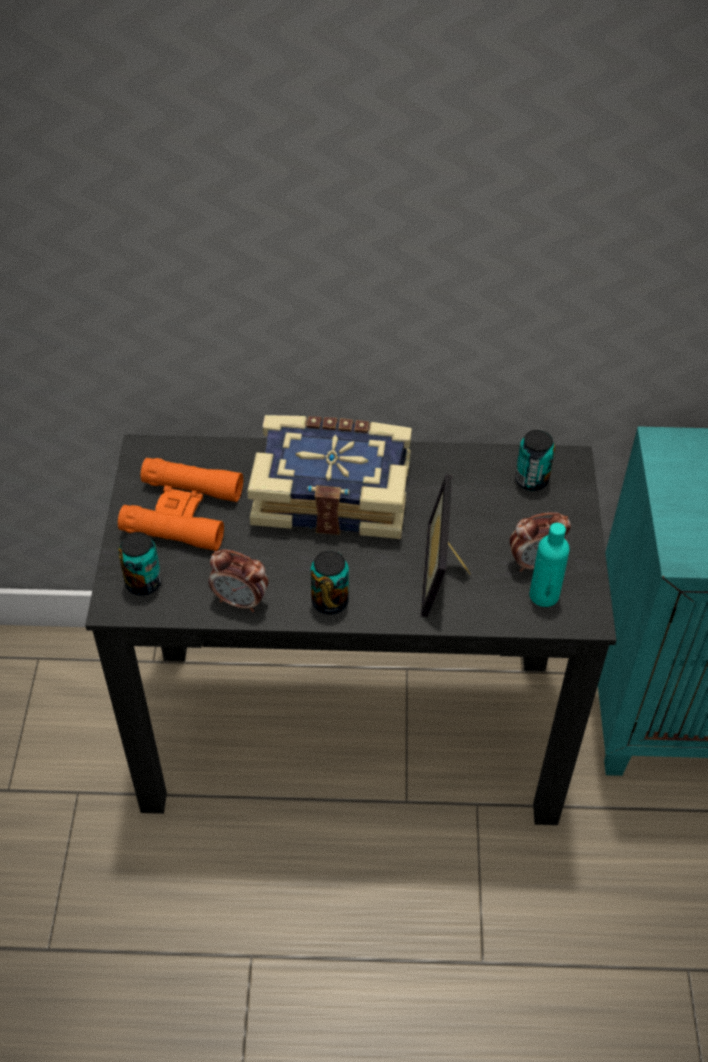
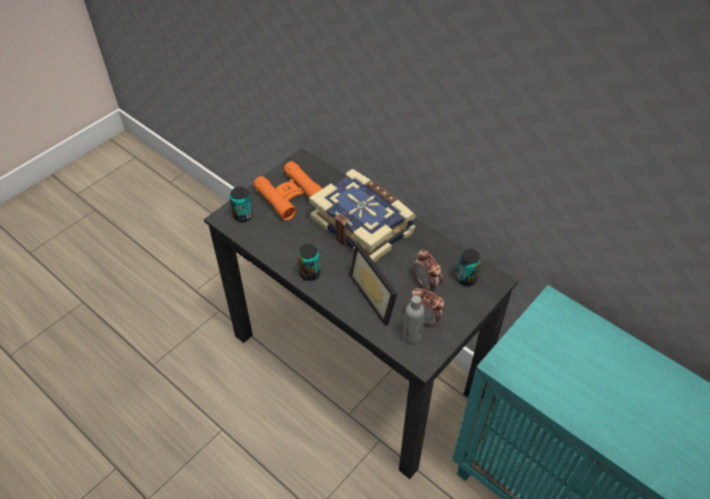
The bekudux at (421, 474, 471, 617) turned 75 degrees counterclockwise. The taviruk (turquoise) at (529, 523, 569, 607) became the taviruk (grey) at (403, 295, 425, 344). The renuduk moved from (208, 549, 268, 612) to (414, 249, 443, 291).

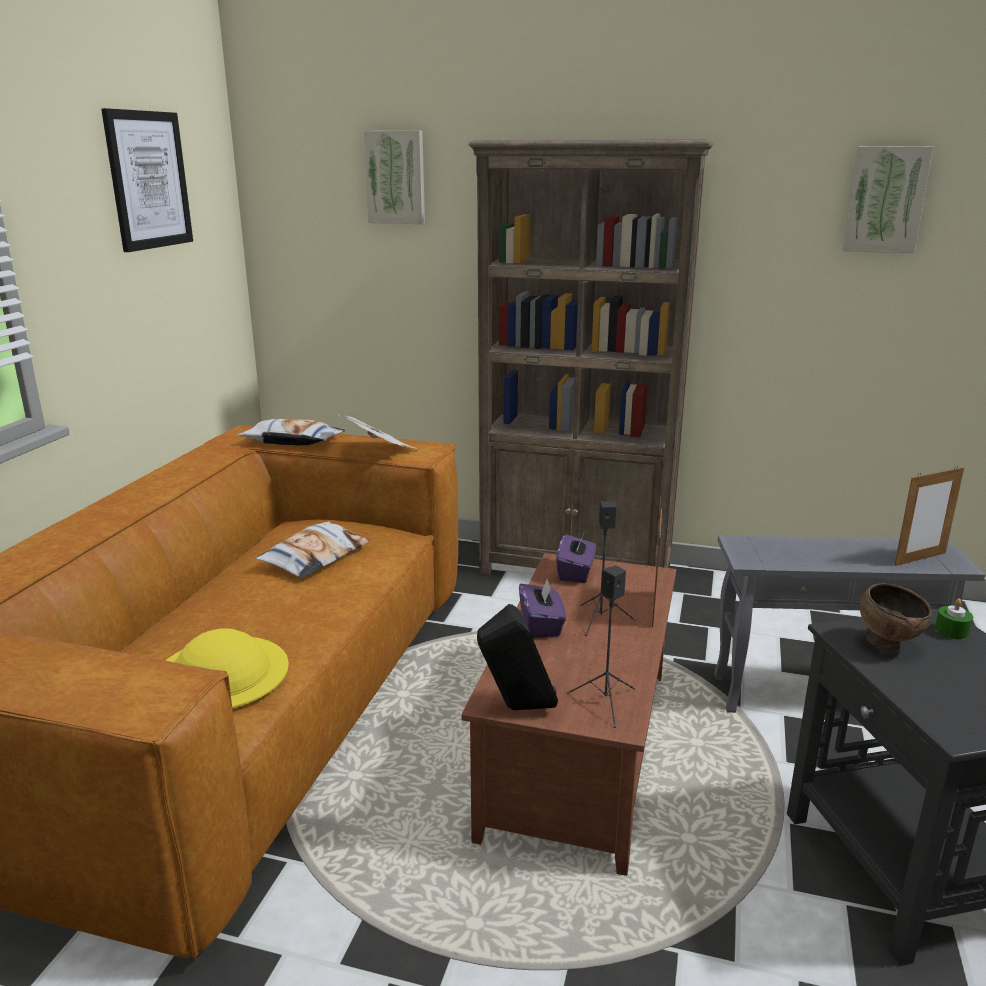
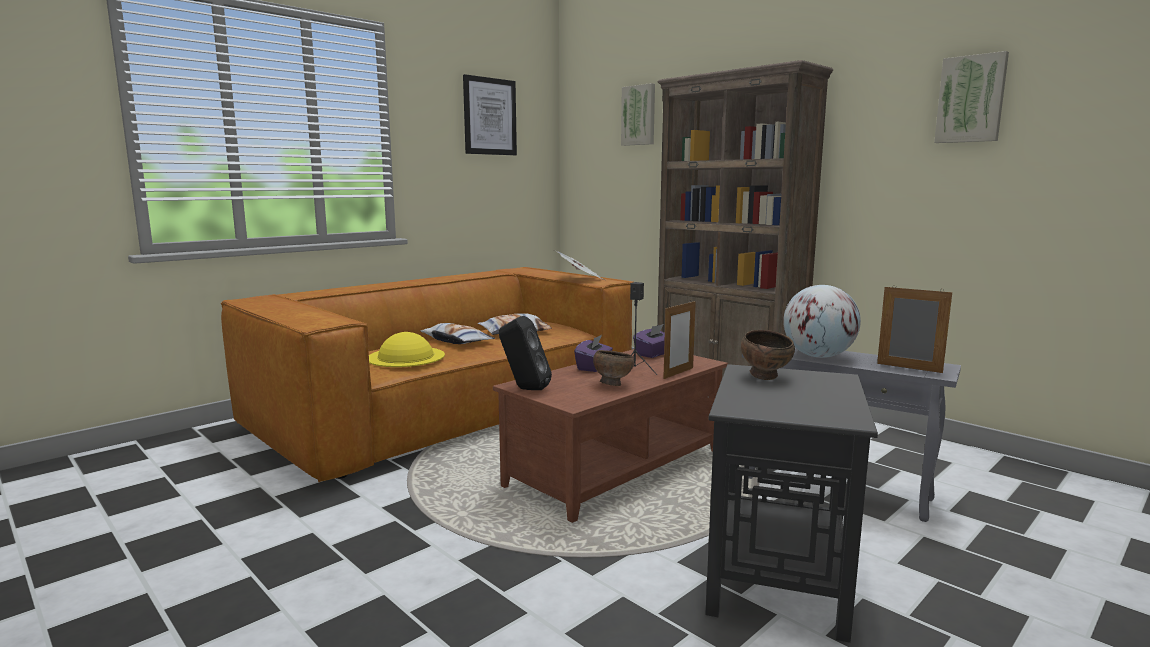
The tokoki moved from (238, 419, 345, 446) to (420, 323, 495, 344). The bekudux at (894, 465, 964, 566) turned 150 degrees counterclockwise. The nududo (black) at (567, 565, 635, 728) disappeared. The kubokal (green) at (935, 599, 973, 640) disappeared. The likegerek at (783, 285, 861, 358) appeared. The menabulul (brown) at (593, 350, 634, 386) appeared.

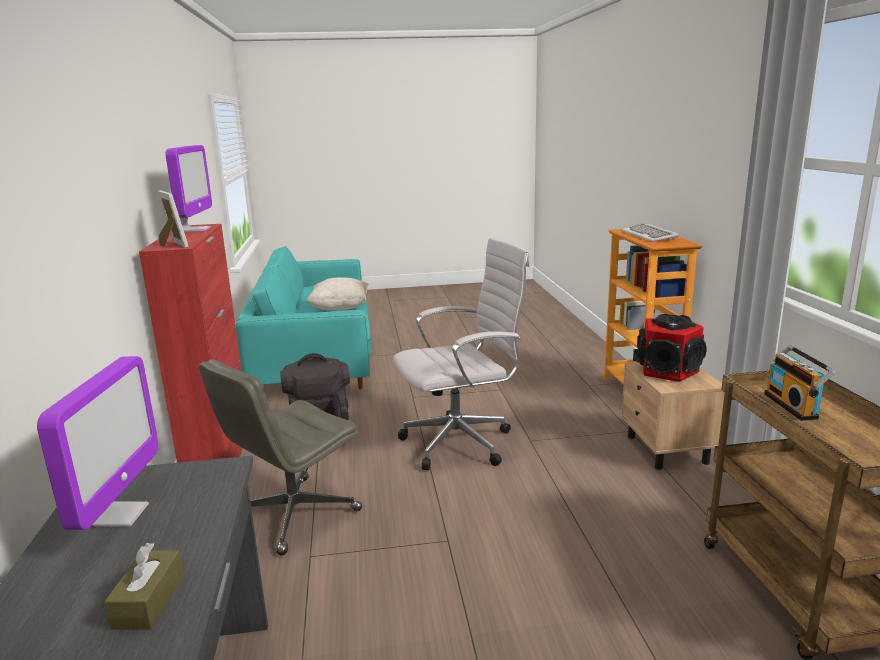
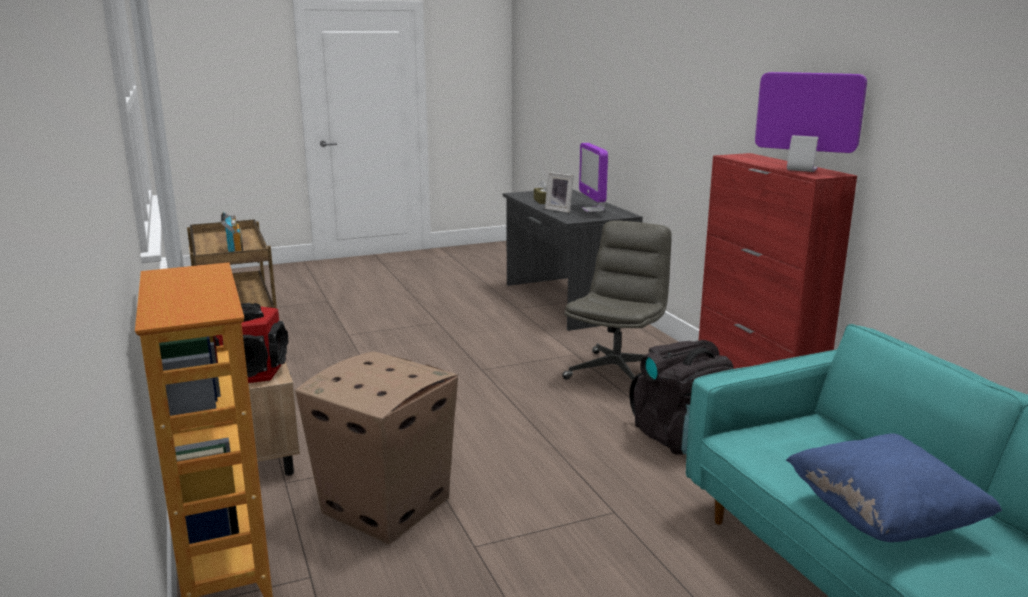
The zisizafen at (166, 145, 212, 232) turned 135 degrees clockwise. The bekudux moved from (157, 190, 188, 248) to (545, 172, 574, 213). The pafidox at (622, 223, 679, 242) disappeared. The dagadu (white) at (393, 238, 530, 470) disappeared. The tokoki (beige) at (307, 277, 369, 310) became the tokoki (blue) at (786, 433, 1002, 542). The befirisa at (295, 351, 458, 544) appeared.

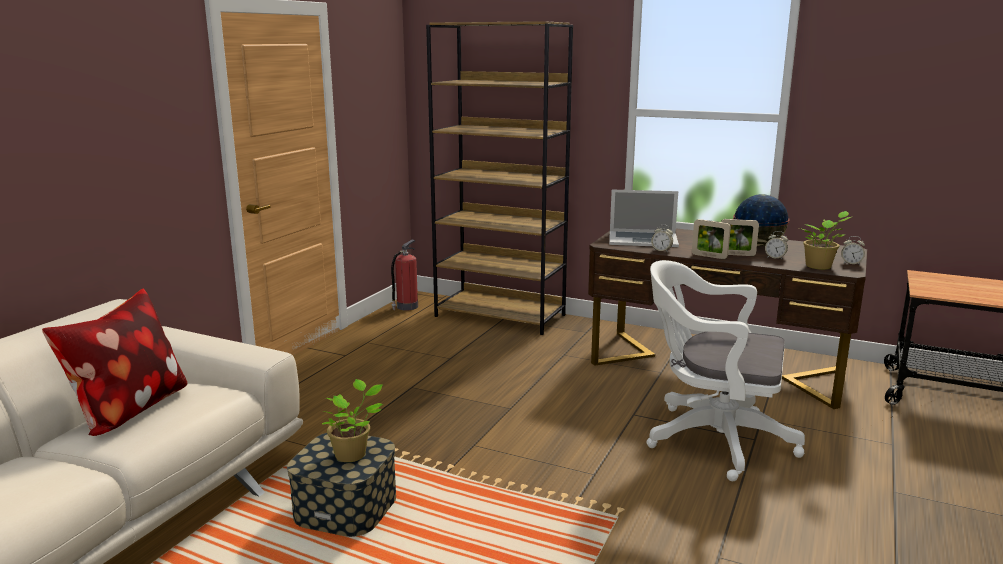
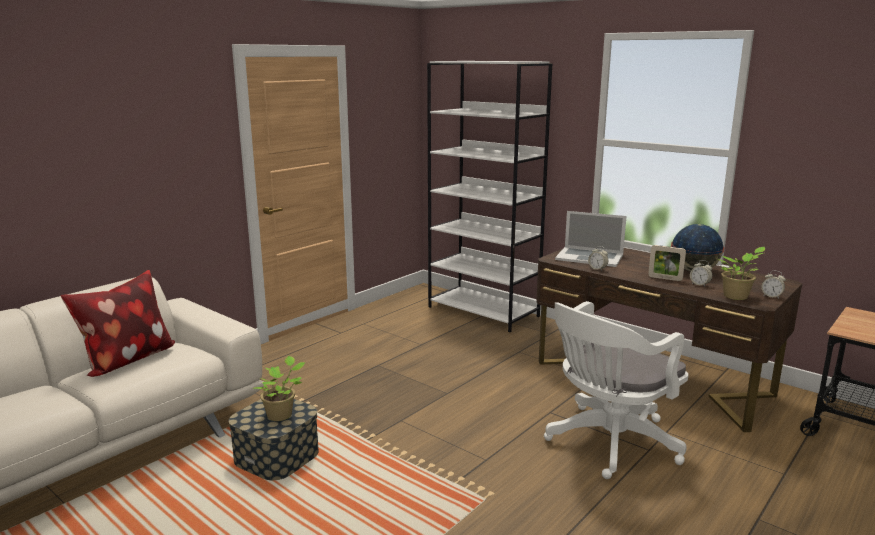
The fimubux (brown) at (426, 21, 573, 335) became the fimubux (white) at (427, 61, 552, 332). The bekudux at (692, 219, 731, 259) disappeared. The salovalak at (391, 240, 418, 311) disappeared. The dagadu (white) at (647, 260, 805, 481) turned 75 degrees counterclockwise.

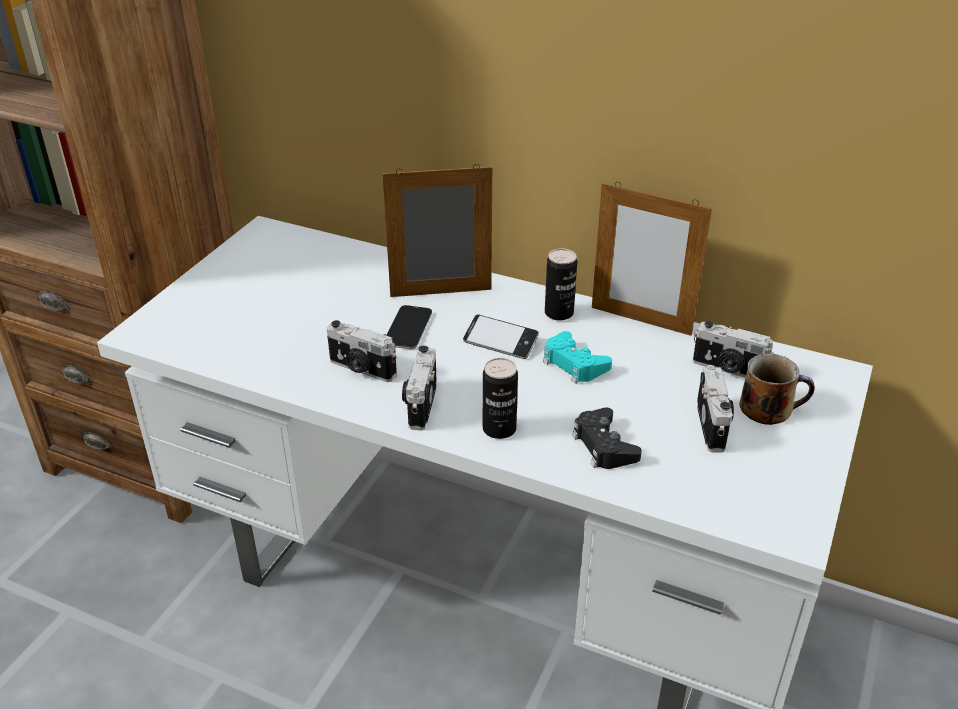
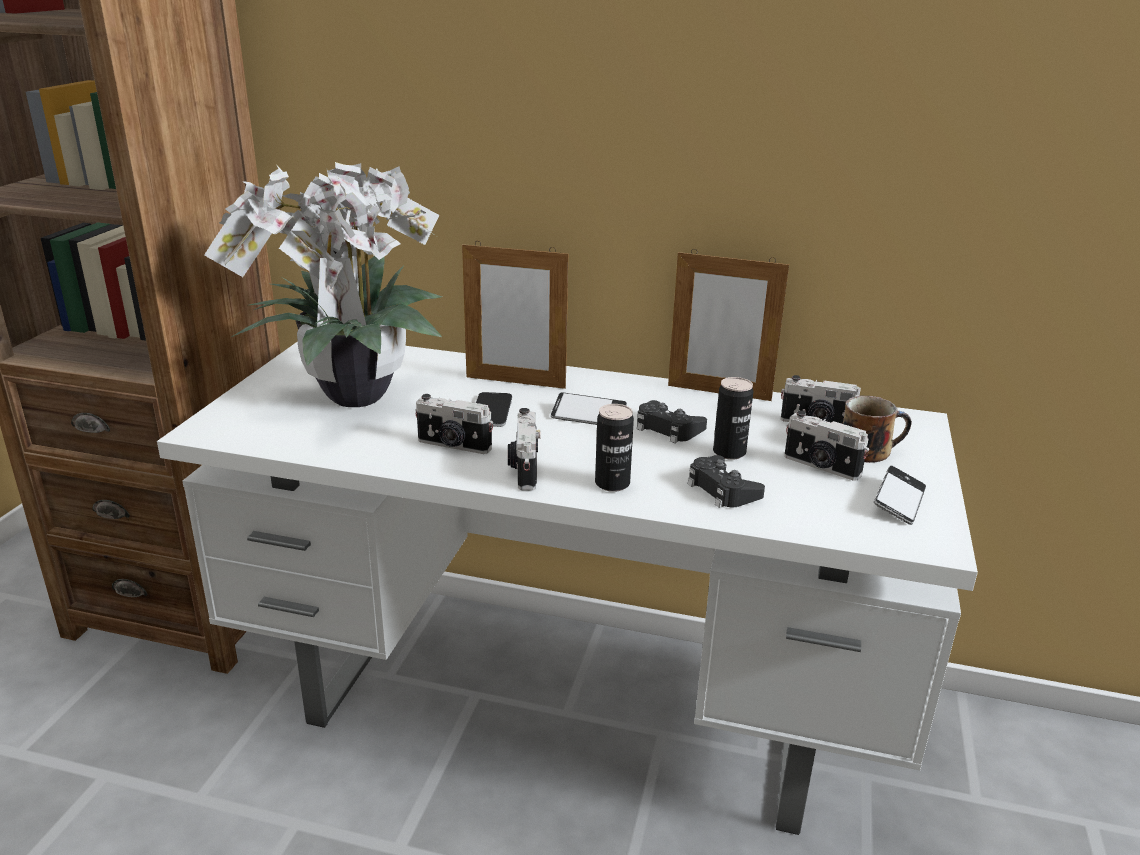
The bekudux at (383, 164, 492, 297) turned 150 degrees counterclockwise. The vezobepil moved from (545, 248, 577, 321) to (713, 377, 753, 460). The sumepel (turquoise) at (543, 331, 612, 384) became the sumepel (black) at (637, 400, 707, 444). The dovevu at (697, 365, 734, 453) turned 135 degrees clockwise. The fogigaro at (204, 162, 443, 407) appeared. The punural at (874, 466, 926, 525) appeared.

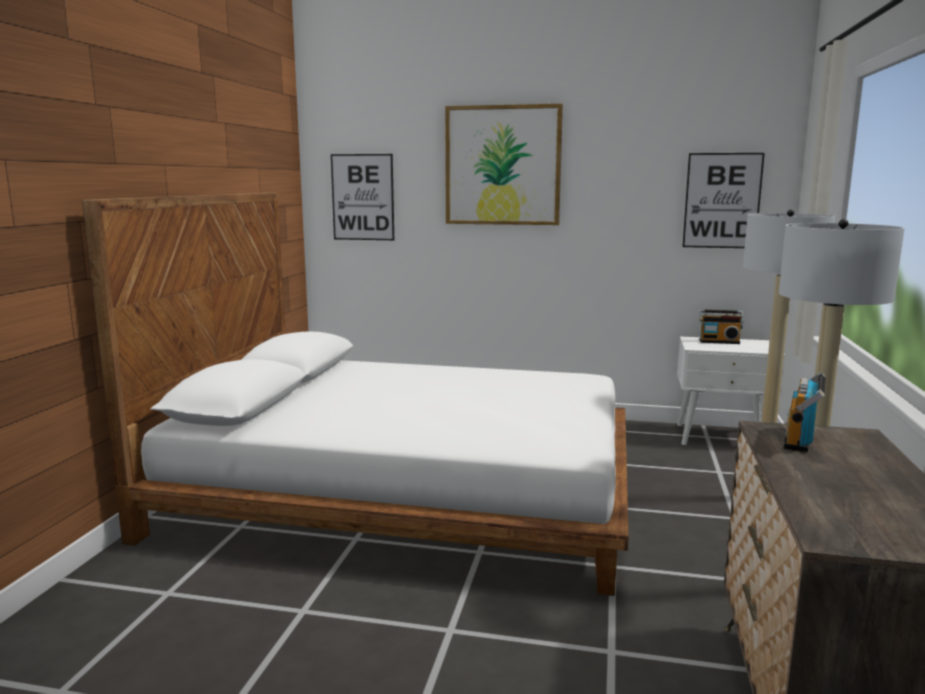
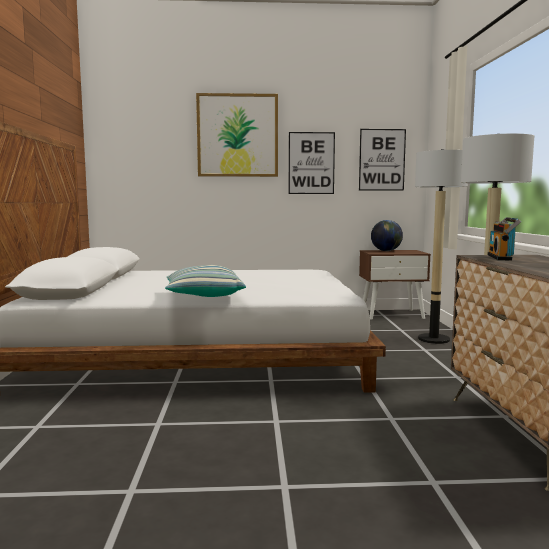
The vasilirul moved from (331, 154, 394, 240) to (289, 132, 335, 194). The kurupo at (699, 309, 744, 344) was replaced by the likegerek at (371, 220, 403, 251). The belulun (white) at (677, 336, 785, 445) became the belulun (brown) at (359, 250, 431, 320). The tokoki at (165, 265, 246, 297) appeared.

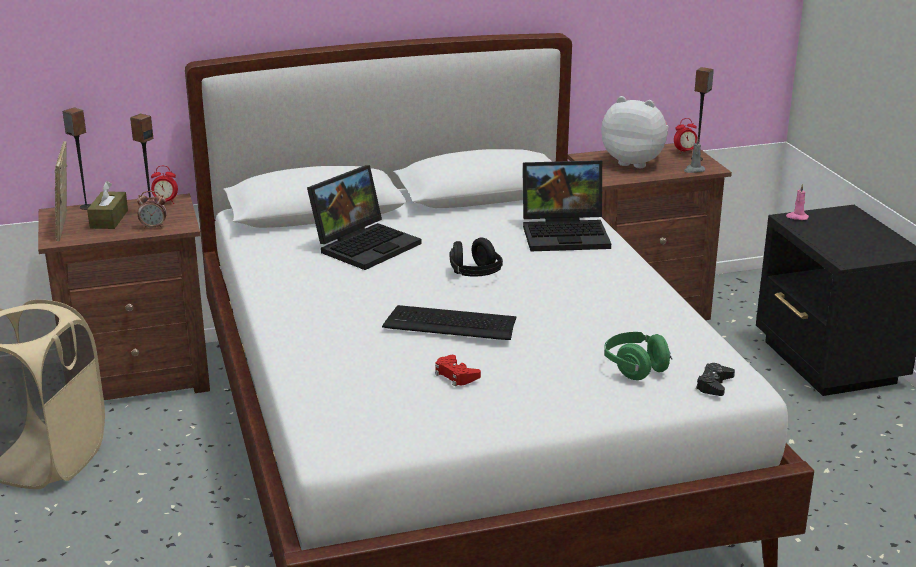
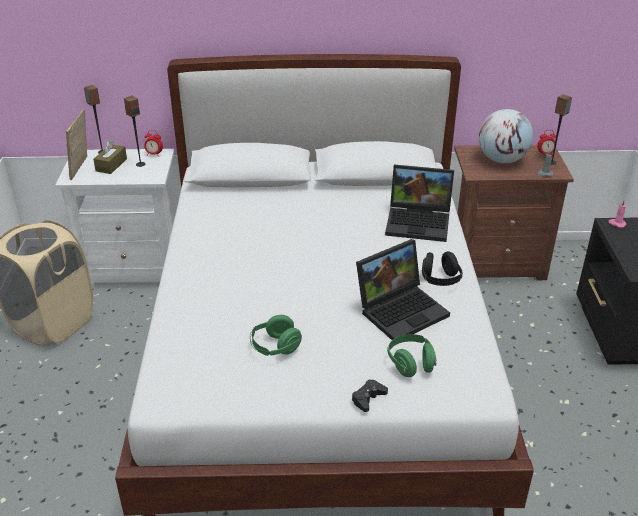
The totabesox at (601, 96, 669, 168) was replaced by the likegerek at (479, 109, 533, 163). The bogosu moved from (307, 165, 421, 270) to (356, 239, 450, 340). The renuduk at (137, 191, 167, 229) disappeared. The belulun (brown) at (38, 193, 210, 400) became the belulun (white) at (55, 149, 174, 287). The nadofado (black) moved from (450, 237, 503, 276) to (422, 251, 463, 286). The pafidox at (382, 305, 516, 340) disappeared. The sumepel (red) at (435, 355, 481, 386) was replaced by the nadofado (green) at (250, 315, 302, 356). The sumepel (black) moved from (696, 363, 735, 396) to (352, 379, 388, 412).

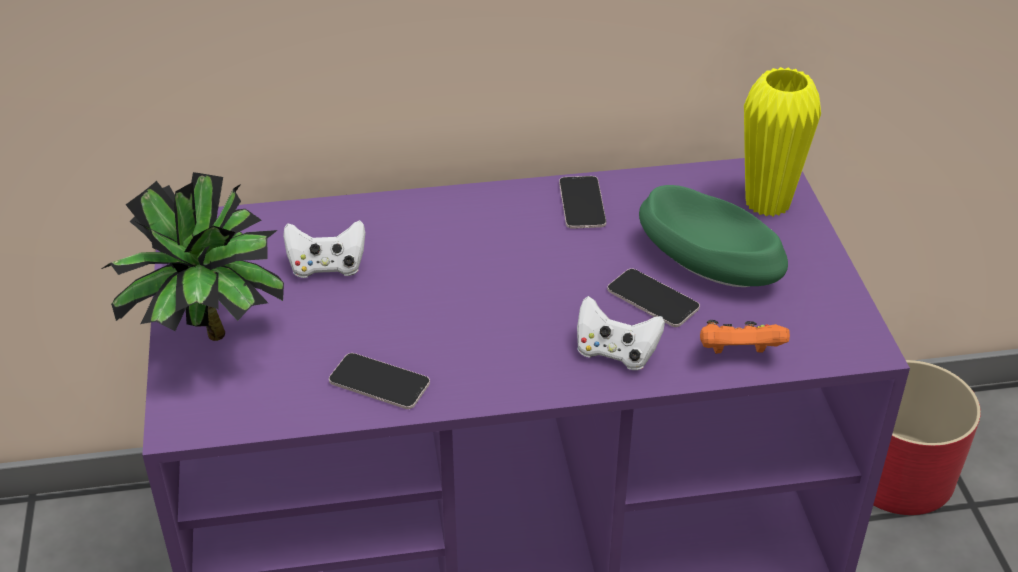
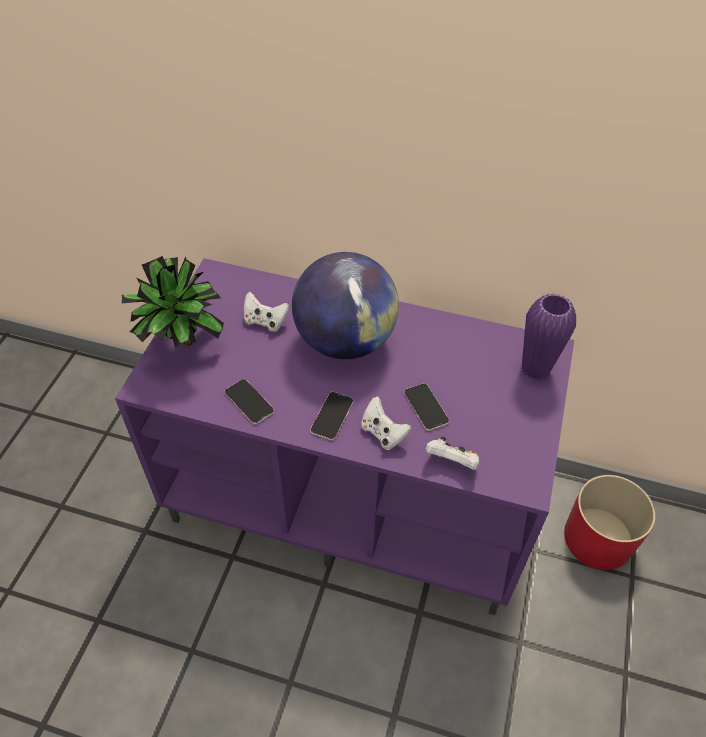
The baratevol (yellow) at (744, 67, 821, 217) became the baratevol (purple) at (522, 293, 576, 380). The punural moved from (559, 176, 606, 229) to (310, 392, 354, 440). The menabulul (green) at (639, 185, 788, 287) disappeared. The sumepel (orange) at (700, 320, 790, 354) became the sumepel (white) at (425, 436, 479, 470). The likegerek at (292, 252, 399, 359) appeared.

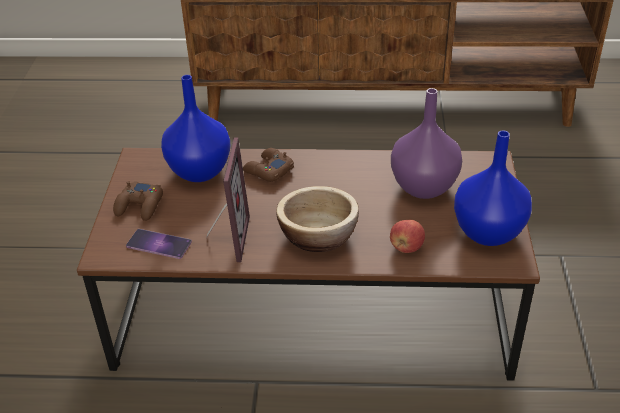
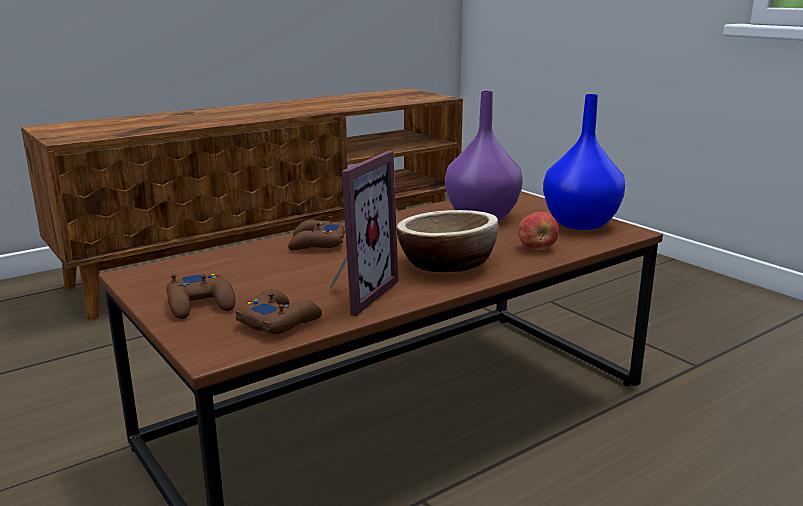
The baratevol (blue) at (161, 75, 231, 182) disappeared. The bekudux at (206, 137, 250, 262) turned 60 degrees clockwise. The punural at (126, 229, 192, 259) was replaced by the sumepel (brown) at (236, 289, 322, 334).

